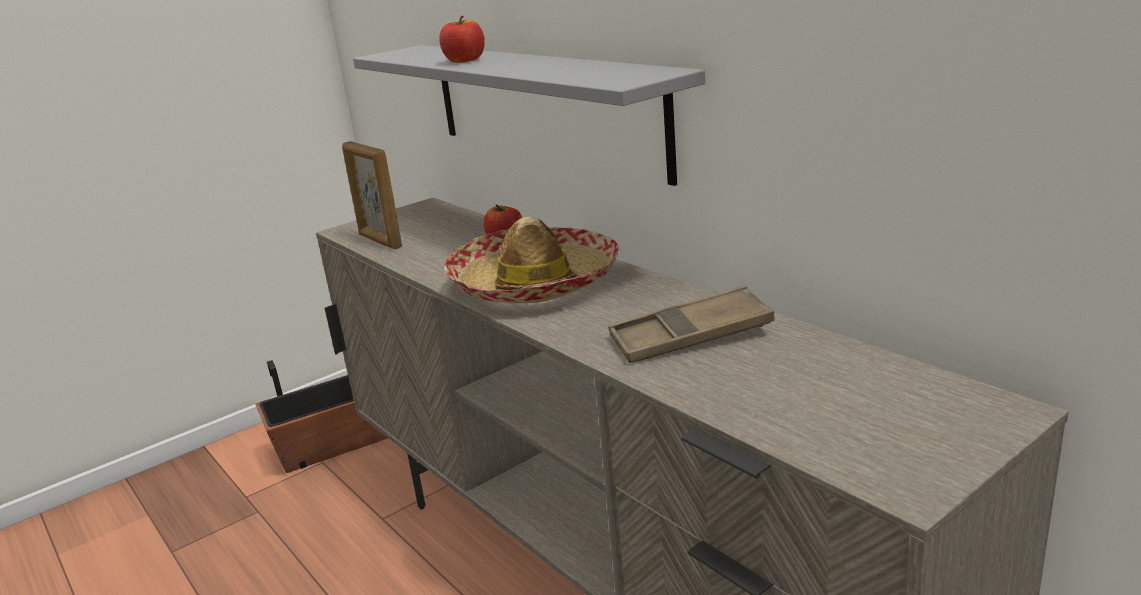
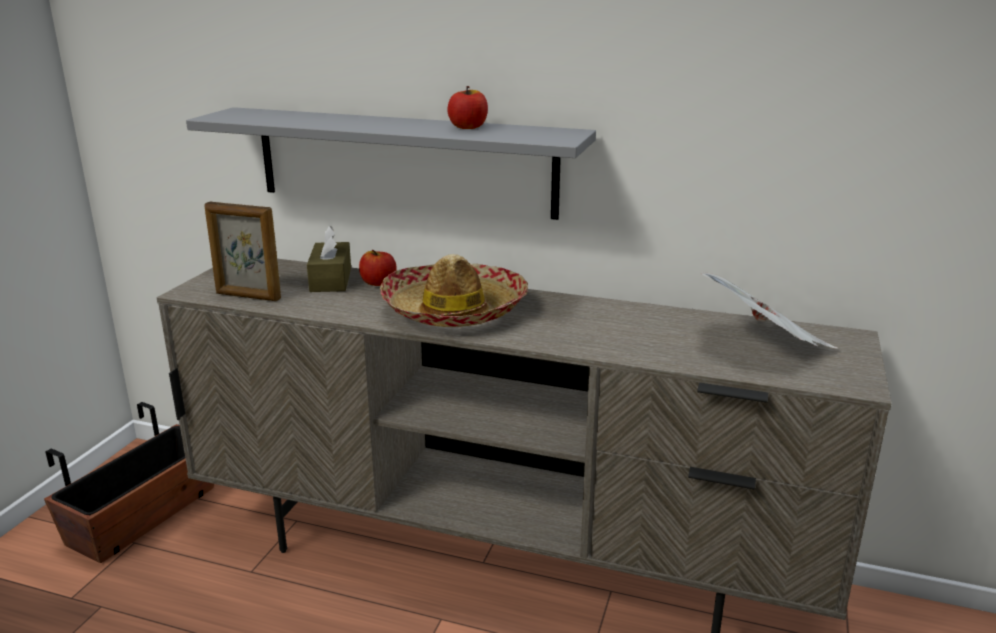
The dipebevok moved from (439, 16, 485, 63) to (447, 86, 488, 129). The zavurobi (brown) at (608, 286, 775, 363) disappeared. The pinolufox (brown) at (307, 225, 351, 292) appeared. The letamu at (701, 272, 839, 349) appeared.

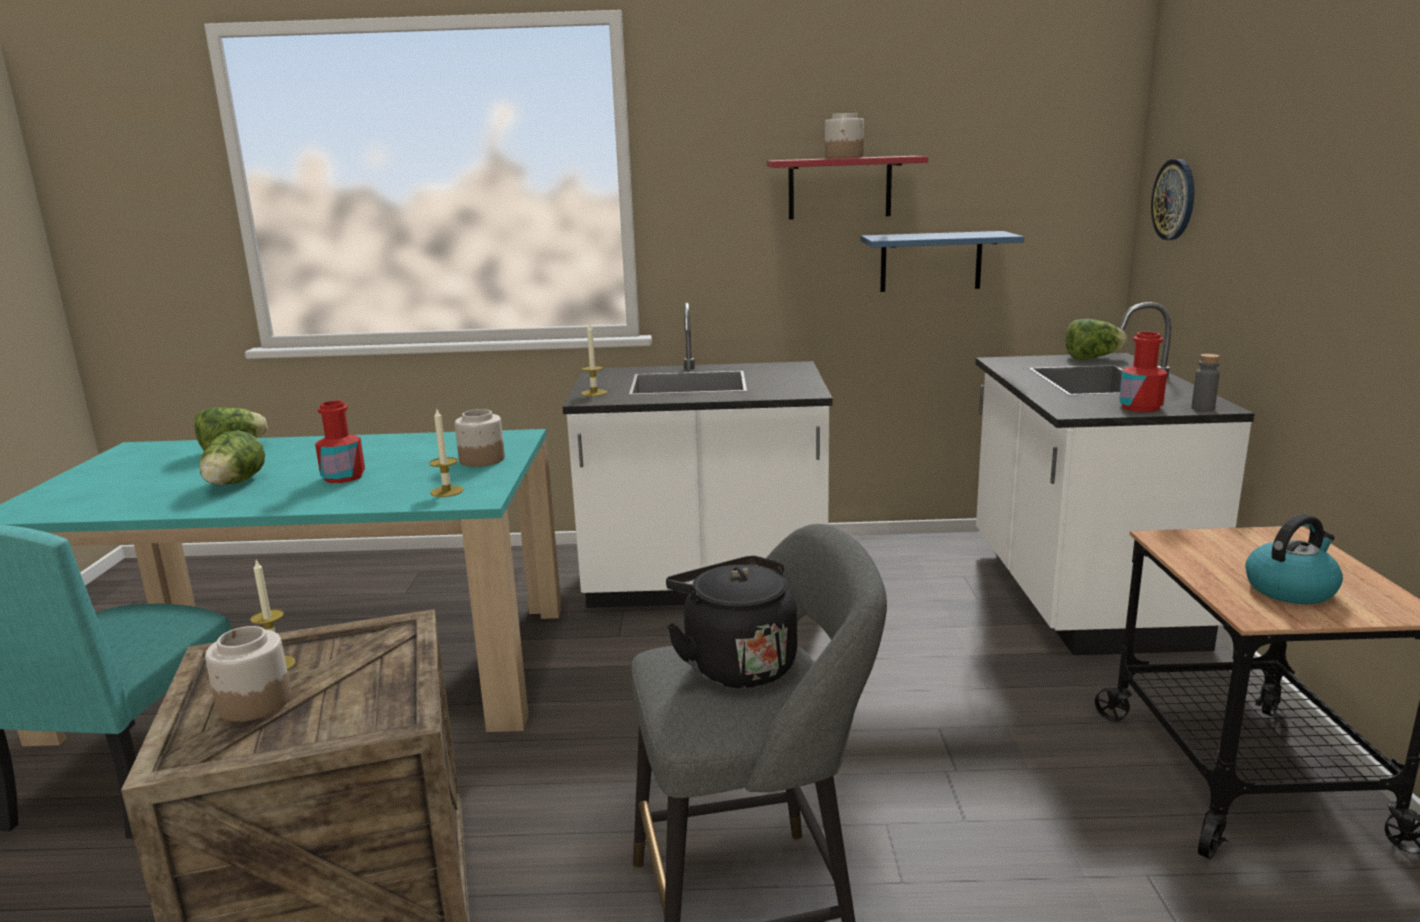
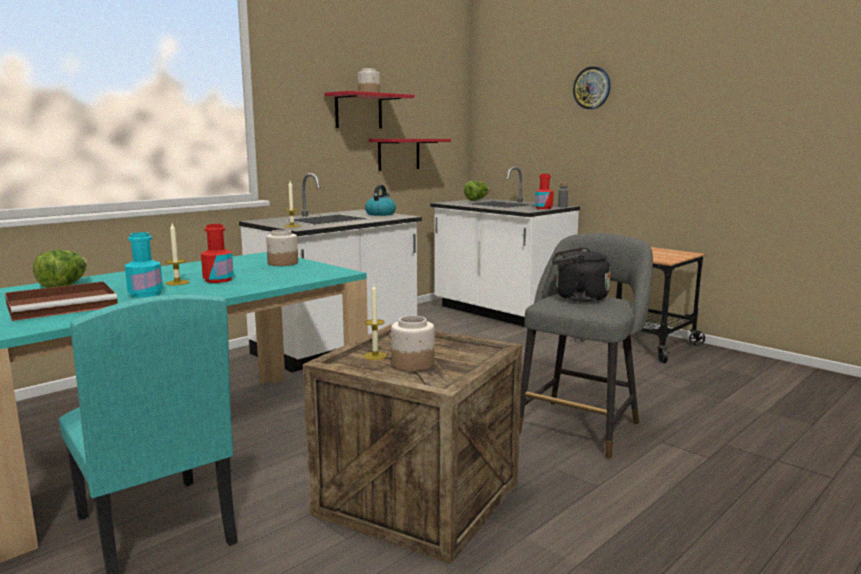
The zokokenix moved from (1151, 159, 1195, 240) to (573, 66, 611, 109). The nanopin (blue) at (860, 231, 1024, 292) became the nanopin (red) at (369, 139, 451, 171). The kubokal moved from (429, 407, 464, 497) to (165, 223, 189, 285). The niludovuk at (200, 430, 265, 485) was replaced by the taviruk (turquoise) at (125, 232, 163, 298). The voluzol moved from (1245, 514, 1343, 604) to (365, 185, 396, 216). The zavurobi (brown) at (5, 281, 118, 321) appeared.

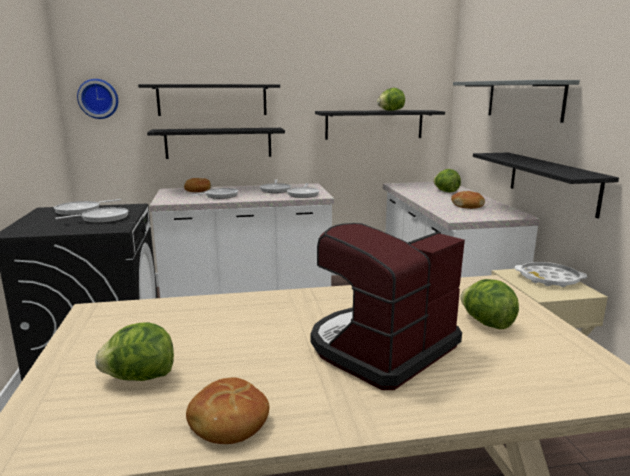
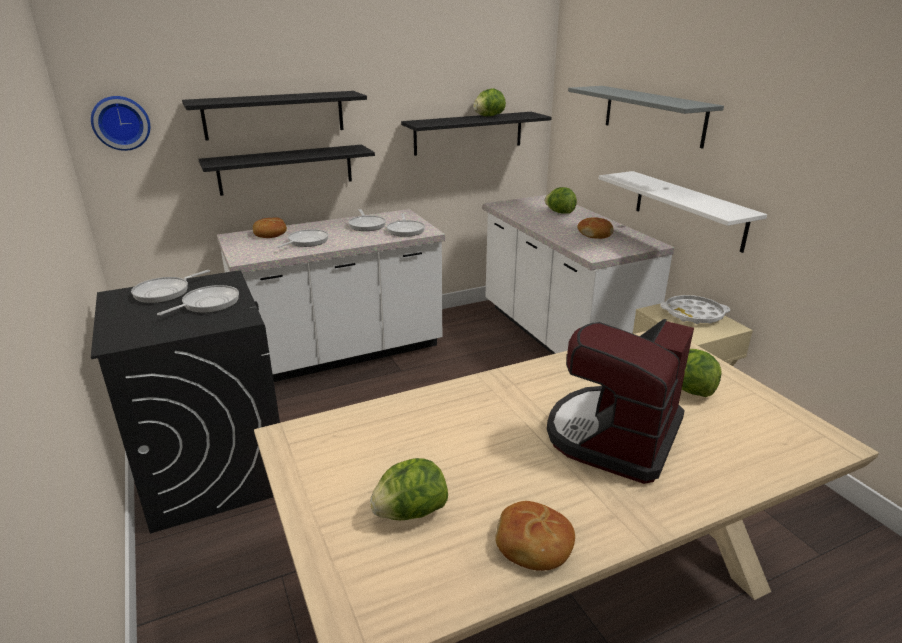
The nanopin (black) at (473, 153, 619, 219) became the nanopin (white) at (599, 171, 767, 253).

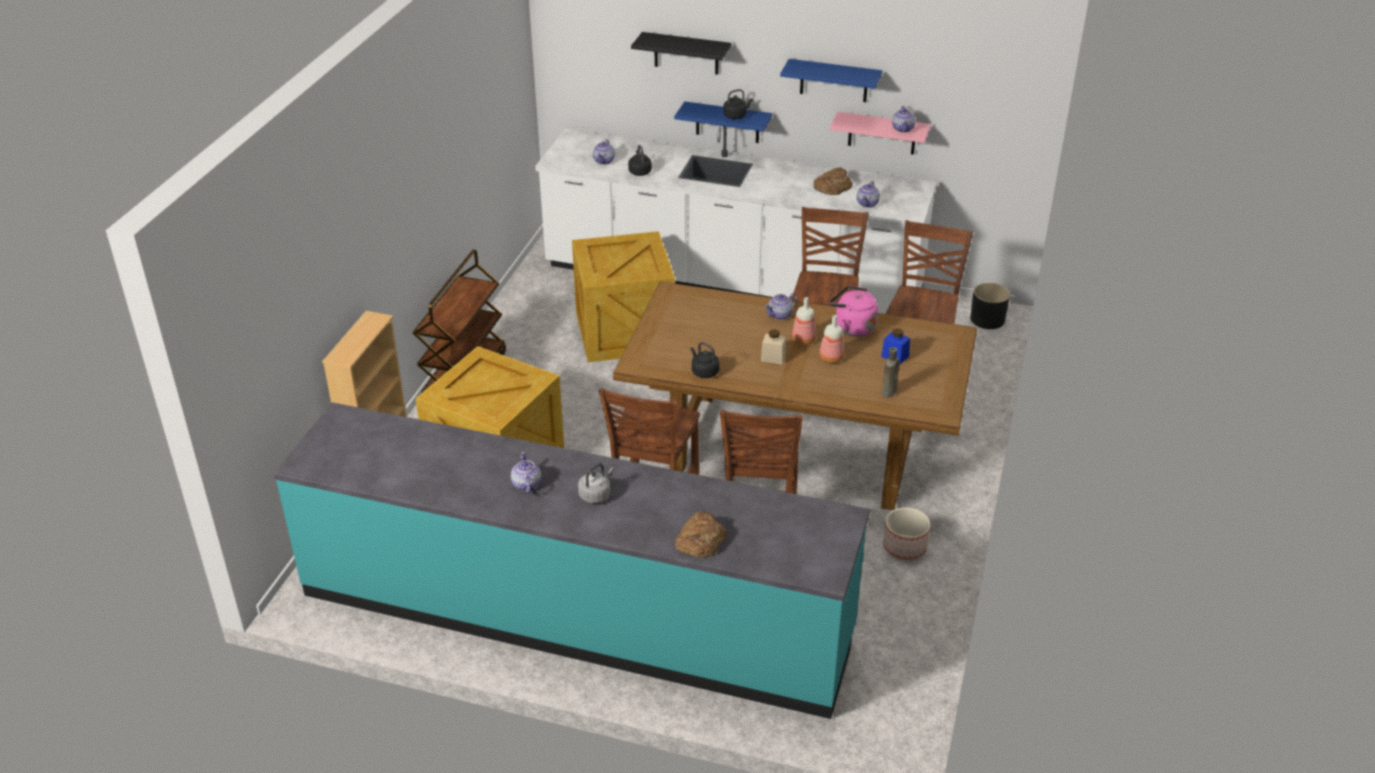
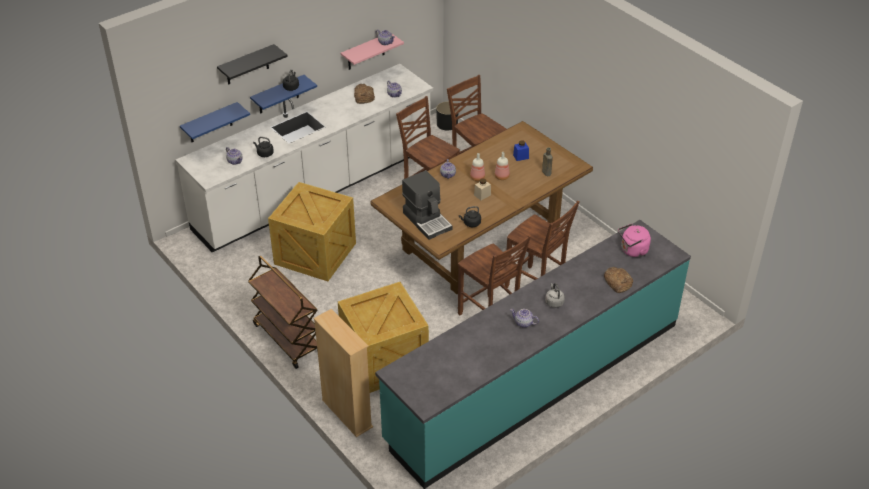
The nanopin (blue) moved from (780, 59, 882, 102) to (180, 102, 250, 142). The voluzol (pink) moved from (829, 286, 878, 336) to (618, 224, 651, 257). The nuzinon at (883, 507, 930, 560) disappeared. The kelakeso at (402, 171, 453, 240) appeared.

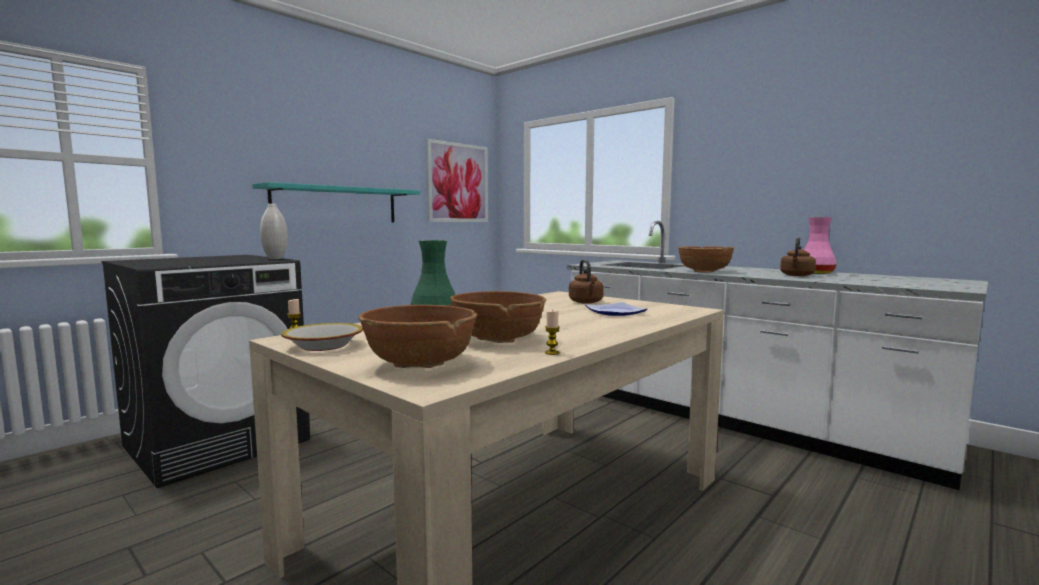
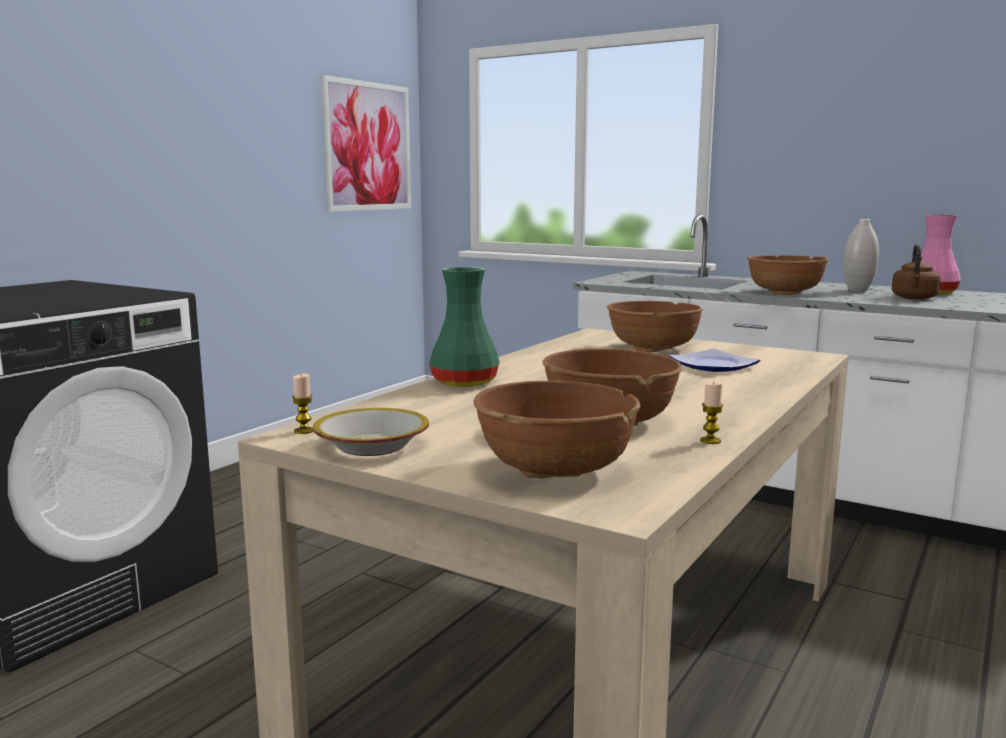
The nanopin (turquoise) at (252, 182, 420, 223) disappeared. The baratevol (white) moved from (260, 204, 288, 259) to (843, 219, 879, 292). The voluzol (brown) at (569, 259, 604, 304) was replaced by the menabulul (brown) at (607, 301, 703, 352).

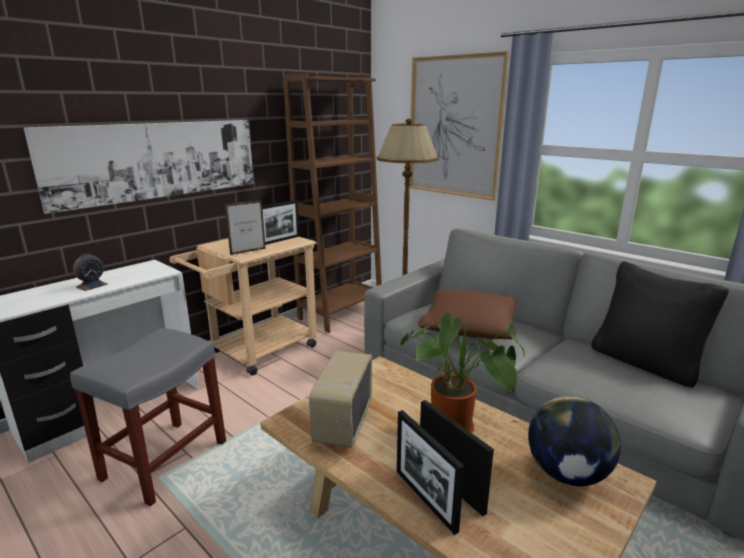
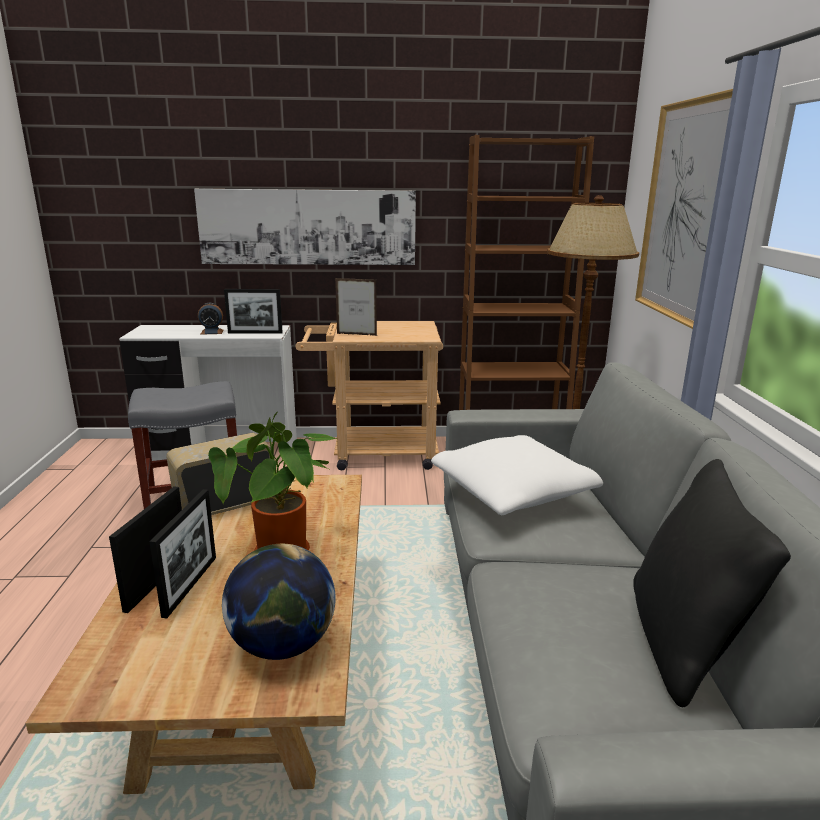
The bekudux moved from (262, 200, 300, 245) to (224, 289, 283, 334). The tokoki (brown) at (418, 290, 516, 339) became the tokoki (white) at (431, 435, 603, 515).

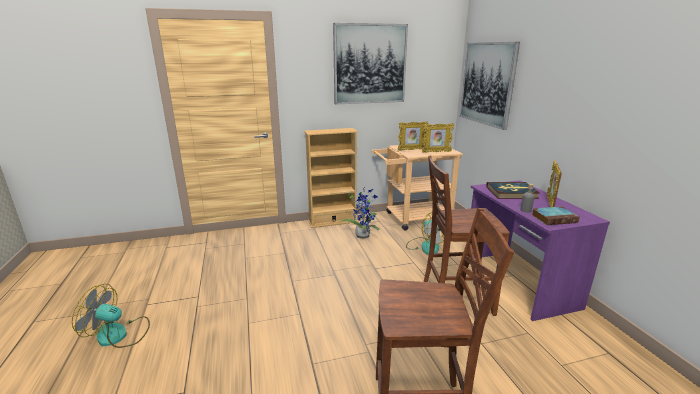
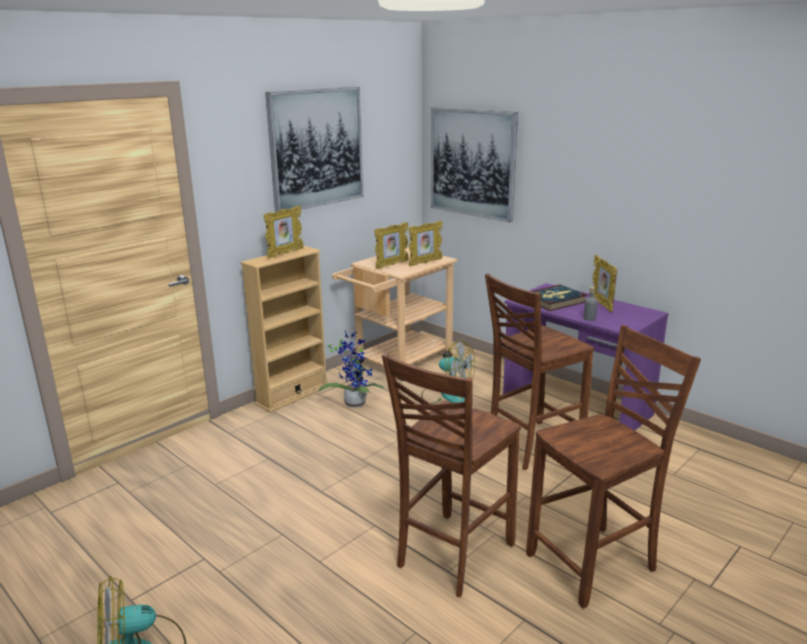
The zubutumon at (532, 207, 580, 225) disappeared. The bekudux at (264, 206, 304, 258) appeared. The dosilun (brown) at (382, 353, 521, 597) appeared.

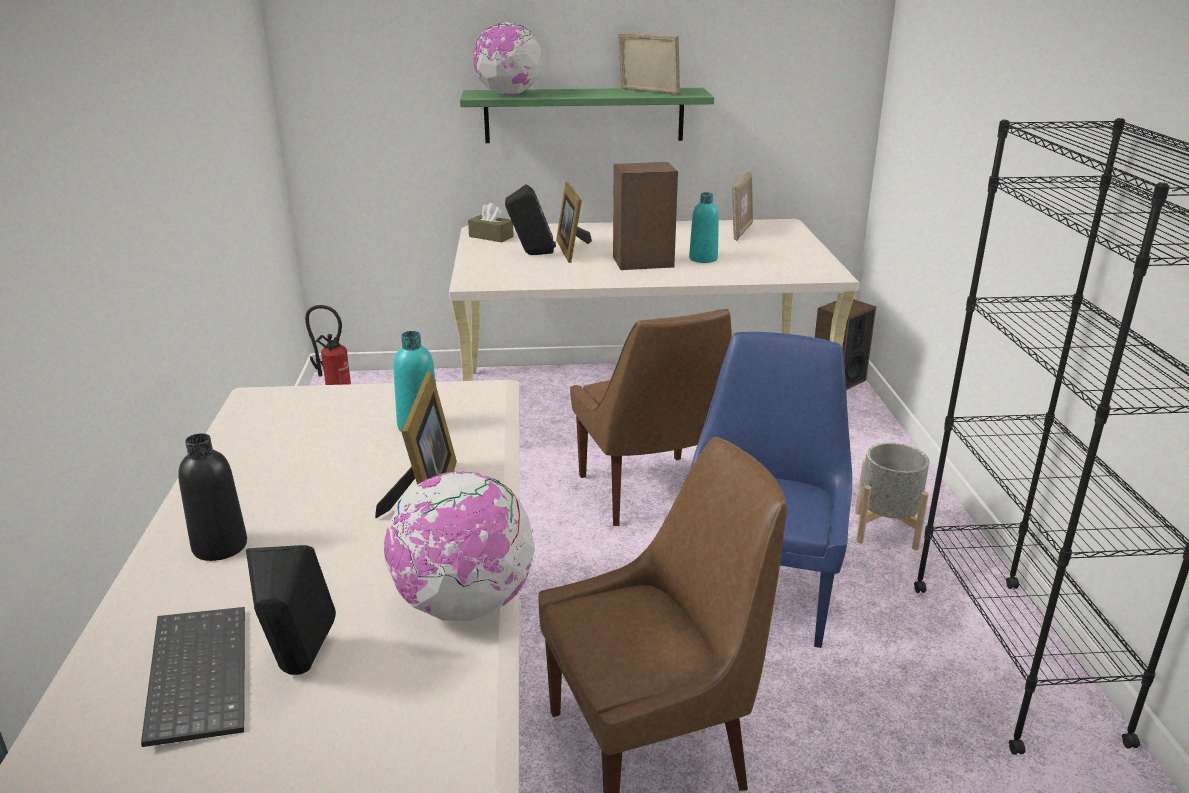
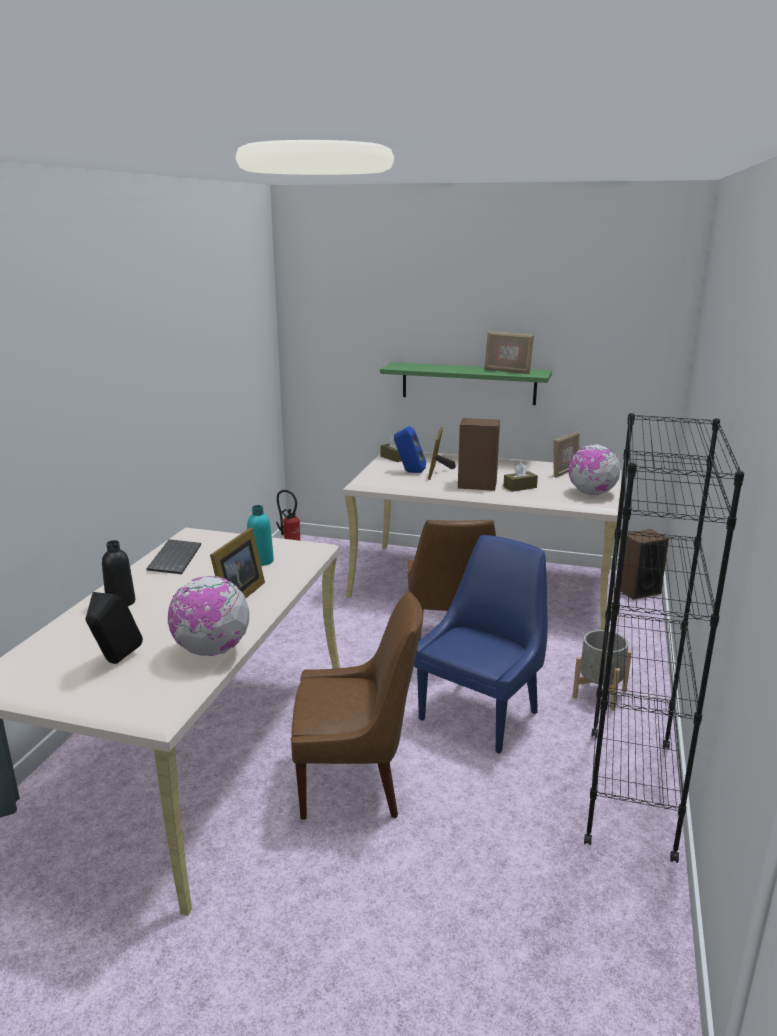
The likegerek moved from (473, 22, 542, 95) to (568, 444, 620, 495). The bekudux at (618, 32, 680, 94) turned 150 degrees clockwise. The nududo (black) at (505, 184, 556, 255) became the nududo (blue) at (394, 426, 426, 473). The taviruk (turquoise) at (689, 192, 719, 263) was replaced by the pinolufox (brown) at (503, 463, 538, 492). The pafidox moved from (141, 607, 245, 747) to (147, 539, 201, 574).

